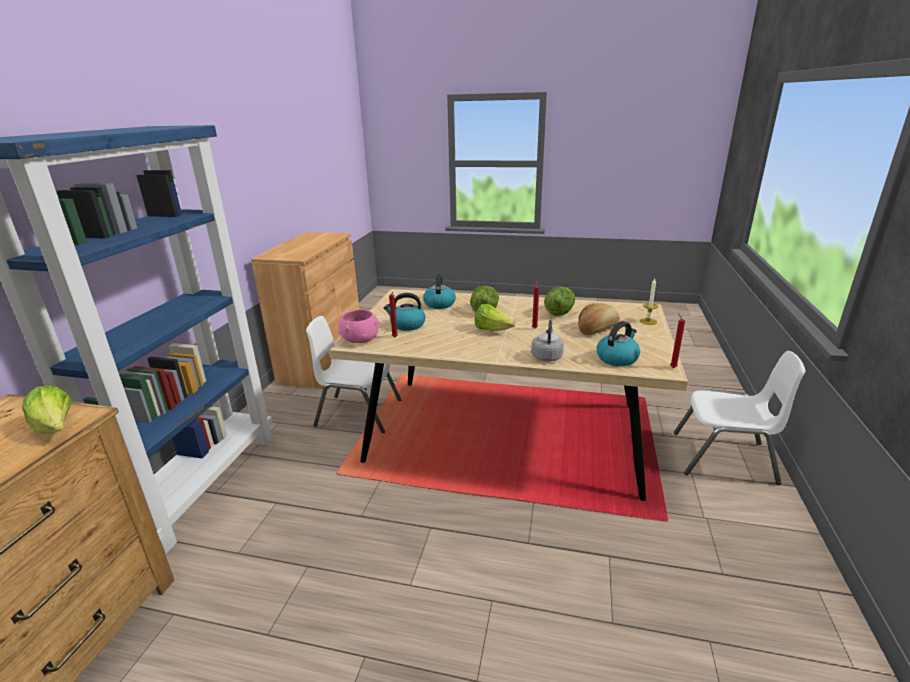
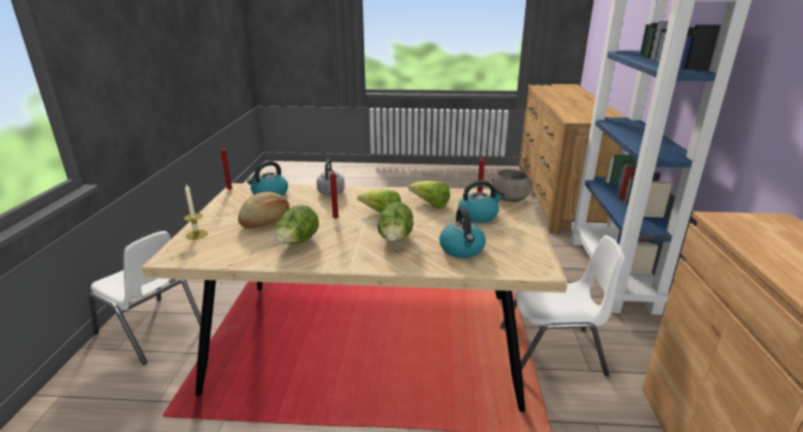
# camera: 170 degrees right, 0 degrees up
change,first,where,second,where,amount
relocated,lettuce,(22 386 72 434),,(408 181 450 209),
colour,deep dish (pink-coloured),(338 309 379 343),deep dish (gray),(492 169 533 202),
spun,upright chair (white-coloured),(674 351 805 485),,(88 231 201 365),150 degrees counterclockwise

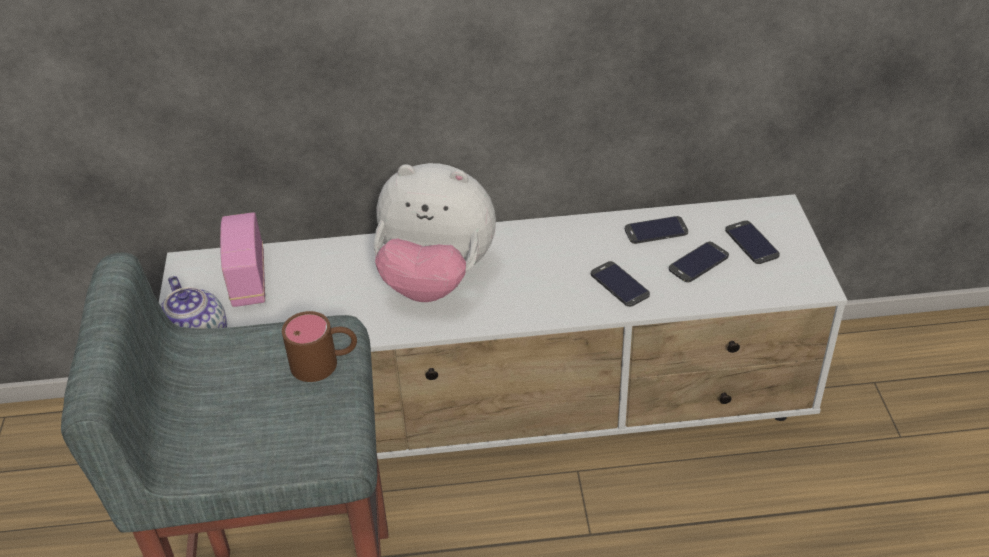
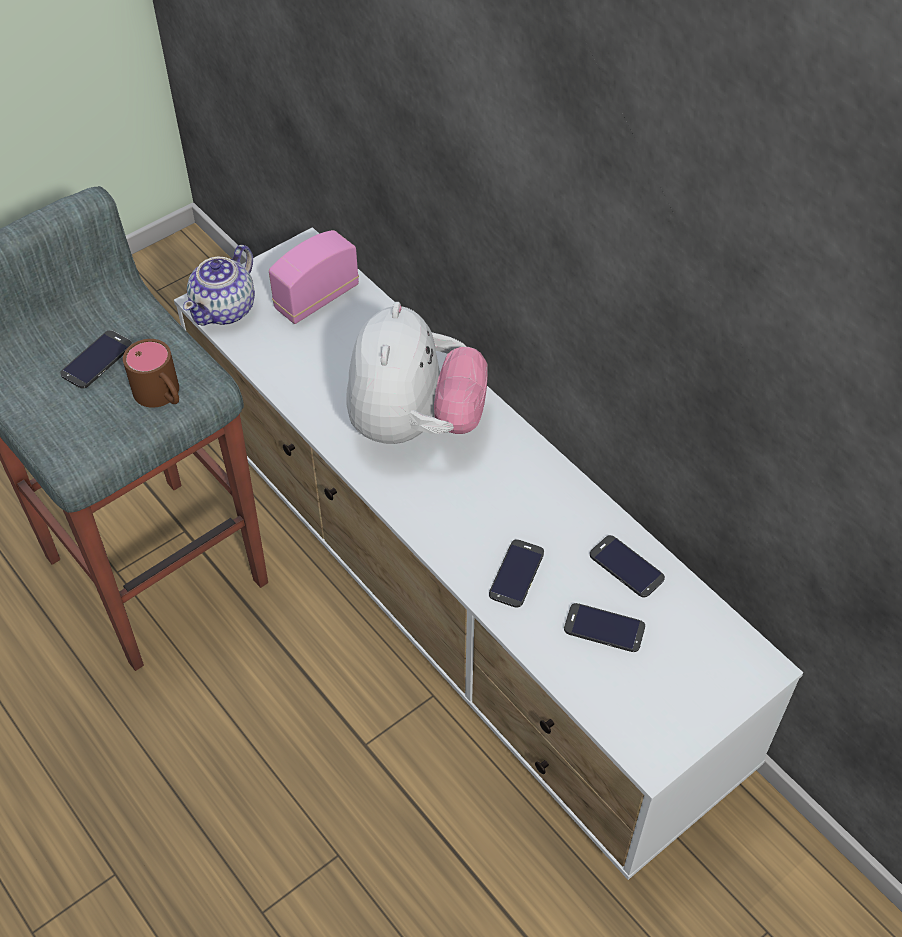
# camera: 55 degrees right, 10 degrees up
change,first,where,second,where,amount
spun,cuddly toy,(373 163 496 302),,(346 302 488 444),150 degrees counterclockwise
relocated,phone,(725 220 780 264),,(60 330 132 389),

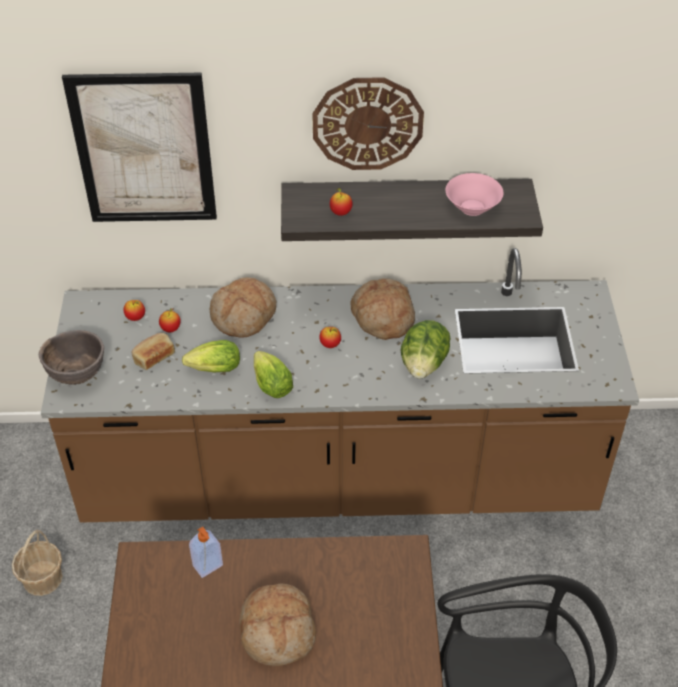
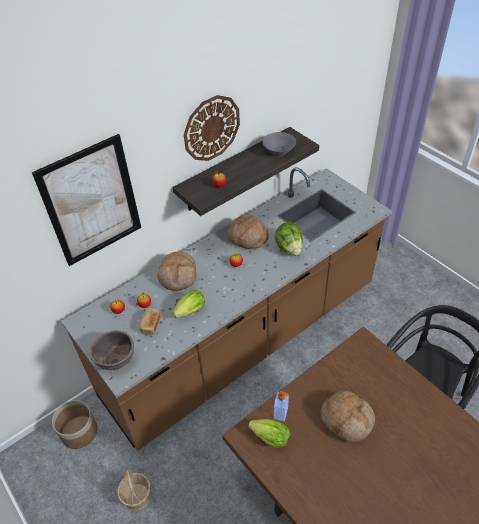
# camera: 35 degrees left, 0 degrees up
change,first,where,second,where,amount
relocated,lettuce,(254 351 293 398),,(248 419 290 448),
colour,deep dish (pink-coloured),(446 173 503 216),deep dish (gray),(262 132 296 156),
appeared,,,plant pot,(52 400 97 449),

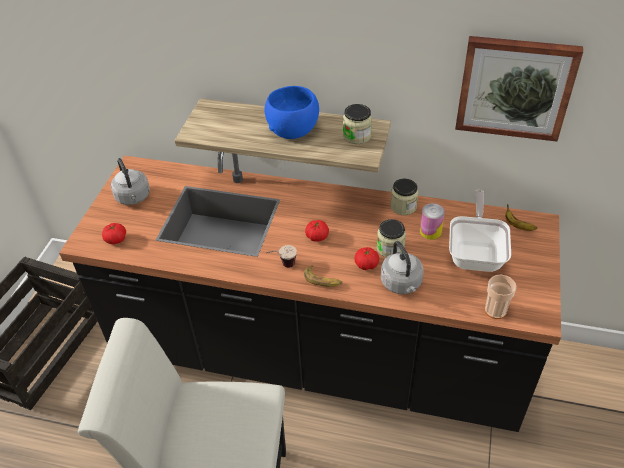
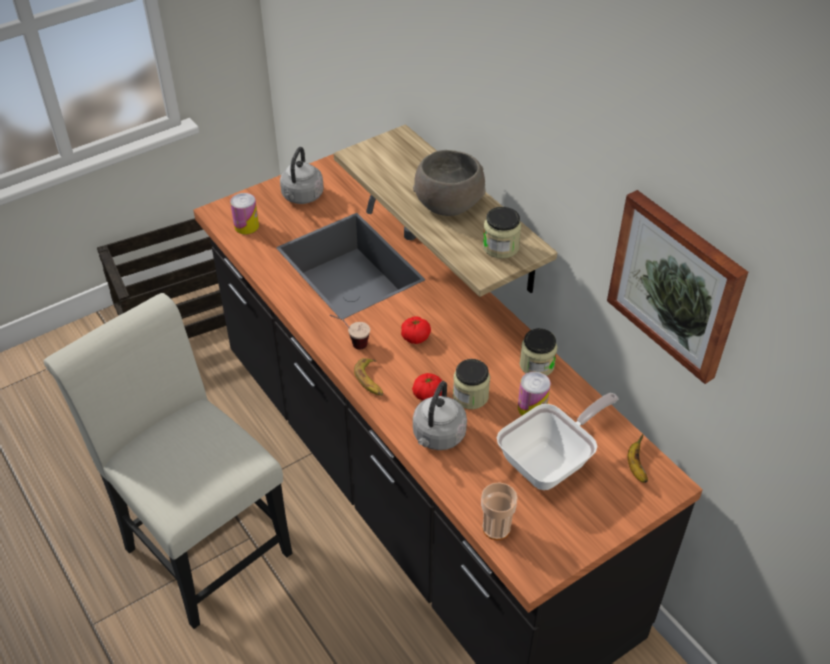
# camera: 40 degrees right, 0 degrees up
change,first,where,second,where,amount
exchanged,tomato,(102 223 126 244),metal can,(230 193 259 235),
colour,deep dish (blue-coloured),(265 86 319 139),deep dish (gray),(413 150 486 216),

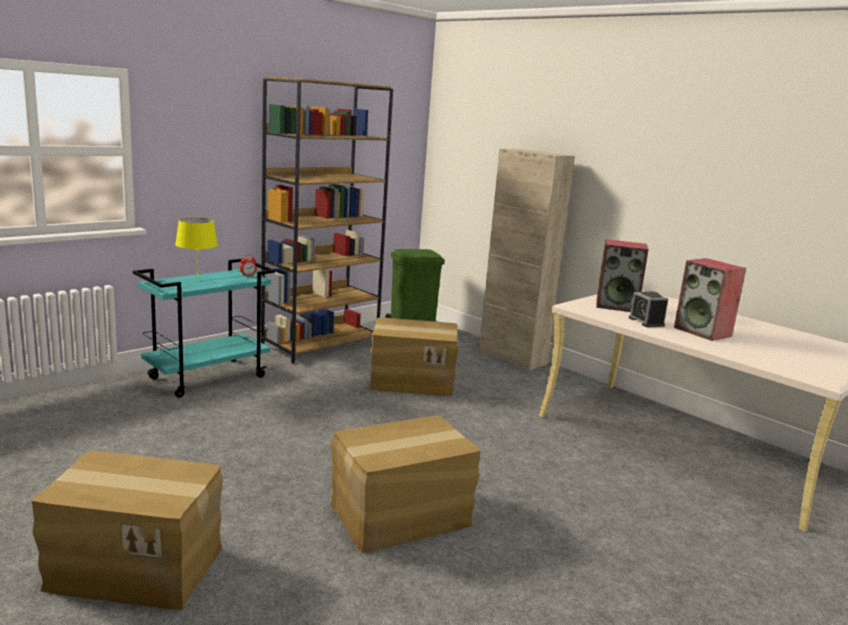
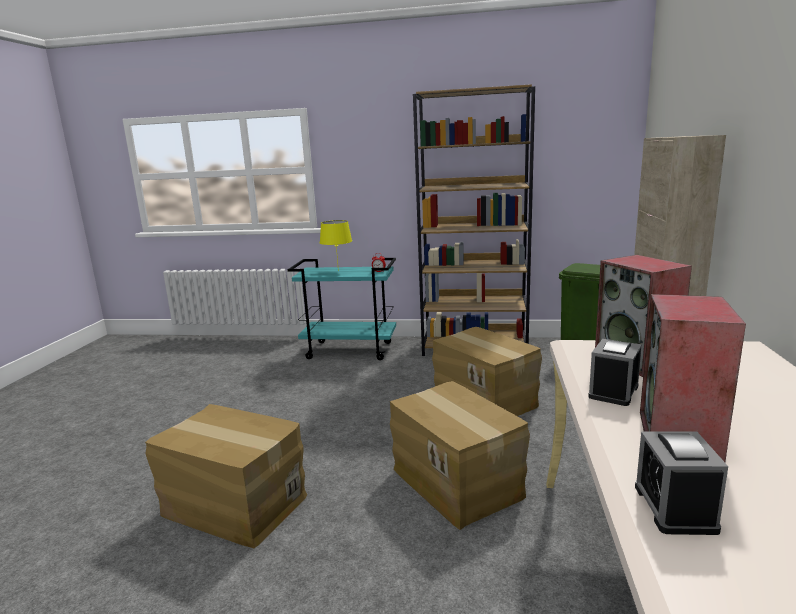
# camera: 55 degrees right, 0 degrees up
change,first,where,second,where,amount
relocated,carton,(32 451 223 610),,(390 381 530 530),
appeared,,,bedside clock,(635 431 728 535),

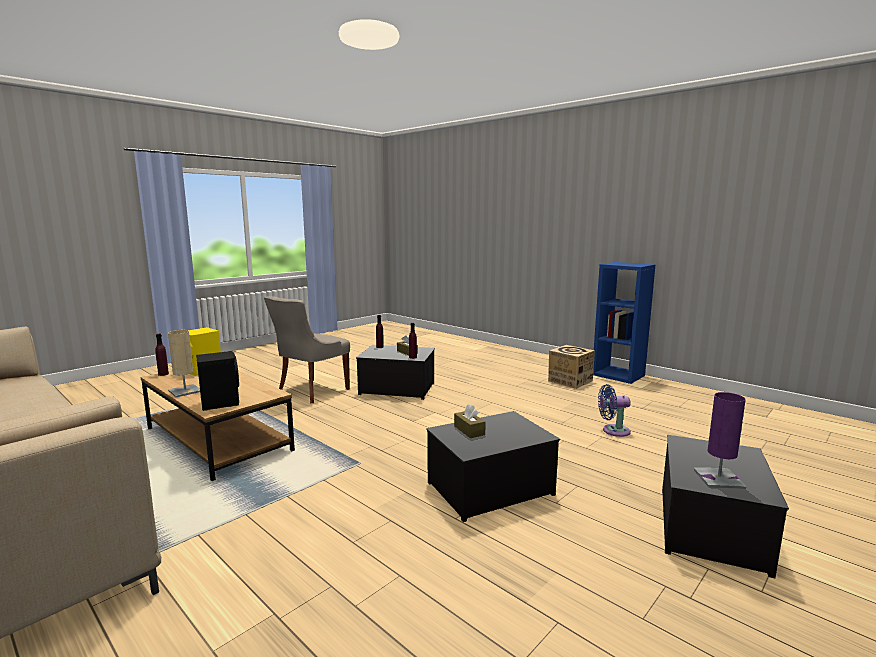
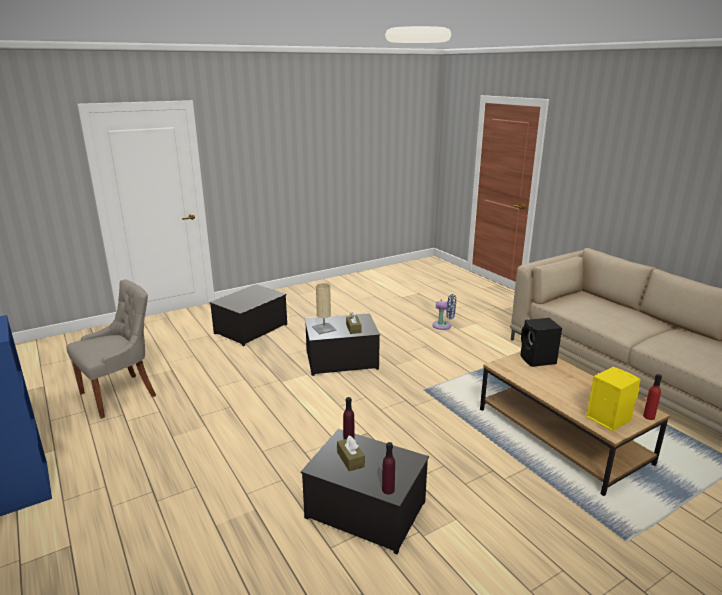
# camera: 165 degrees left, 10 degrees up
change,first,where,second,where,amount
colour,beverage bottle (purple-coloured),(155 334 169 376),beverage bottle (reddish),(643 374 662 420),
relocated,table lamp (beige-coloured),(168 330 200 397),,(312 283 337 335),
relocated,upright chair (gray),(264 296 350 403),,(66 279 156 419),
missing,carton,(548 345 595 389),,,
relocated,cooling fan (blue-coloured),(598 384 631 437),,(433 294 456 330),
missing,table lamp (purple-coloured),(694 392 746 489),,,

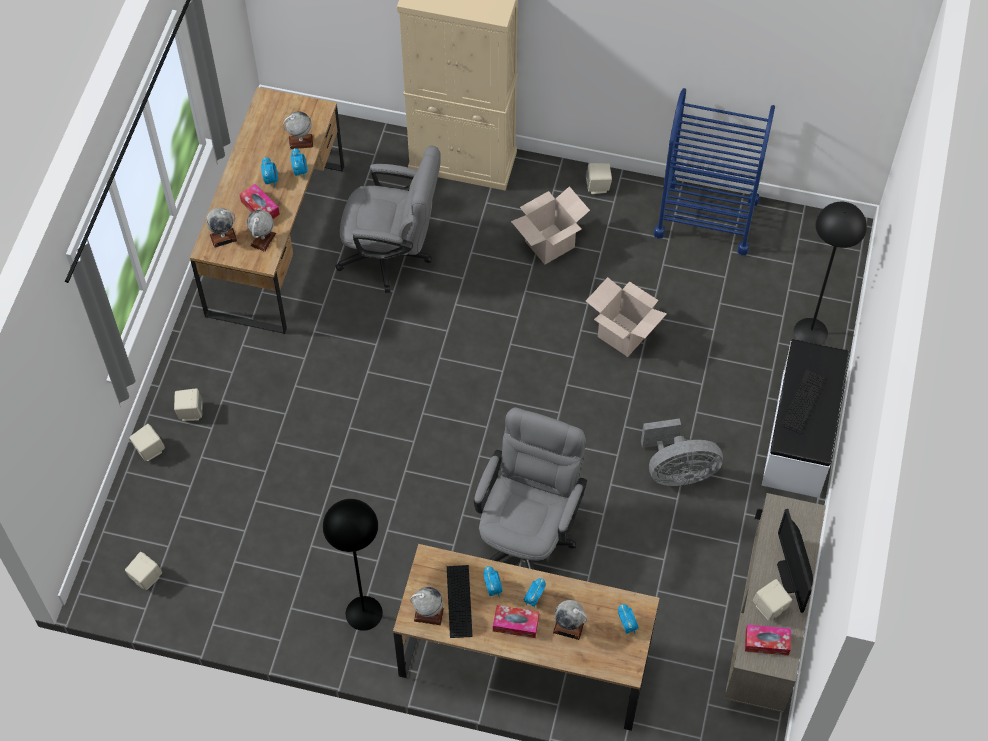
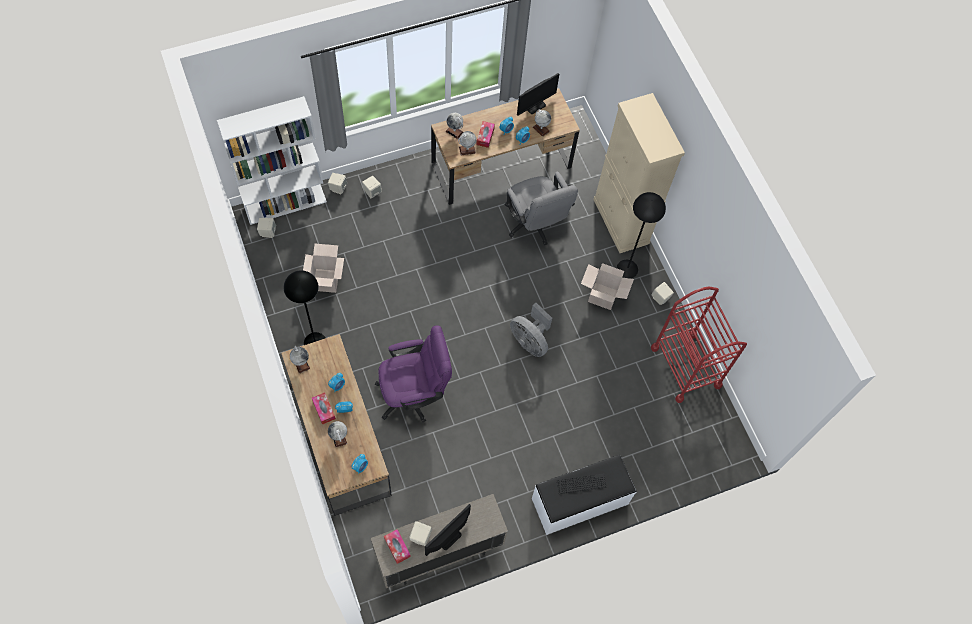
# camera: 50 degrees right, 5 degrees up
change,first,where,second,where,amount
missing,PC keyboard,(447 565 473 638),,,
colour,desk chair (gray),(474 407 587 570),desk chair (purple-coloured),(374 325 452 422),
relocated,carton,(586 277 667 357),,(303 244 344 293),
relocated,cooling fan (gray),(641 418 723 486),,(510 303 552 357),
colour,cart (blue-coloured),(654 88 775 255),cart (reddish),(651 287 747 403),
relocated,floor lamp (black),(794 202 867 345),,(617 192 666 279),
appeared,,,bookcase (white-coloured),(217 96 327 225),
appeared,,,computer display,(517 73 559 116),

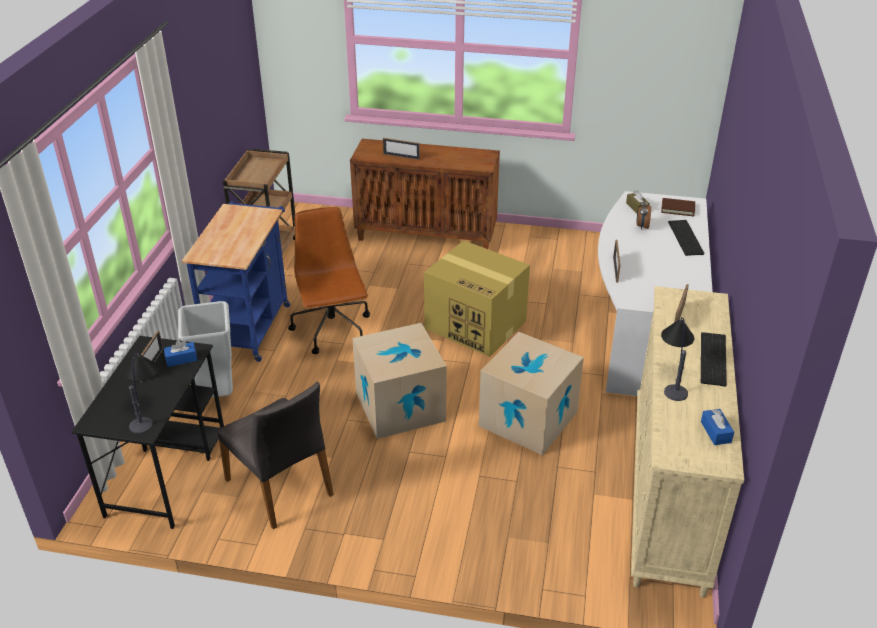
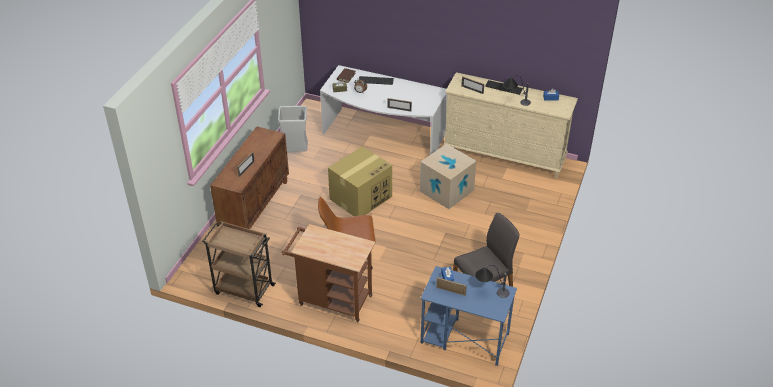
# camera: 80 degrees left, 5 degrees up
change,first,where,second,where,amount
colour,desk (black),(71 336 224 529),desk (blue-coloured),(420 266 517 366),
relocated,rubbish bin (gray),(178 301 233 398),,(278 106 308 152),
colour,cart (blue-coloured),(182 201 290 362),cart (brownish),(282 224 375 322),
missing,carton,(352 323 447 439),,,

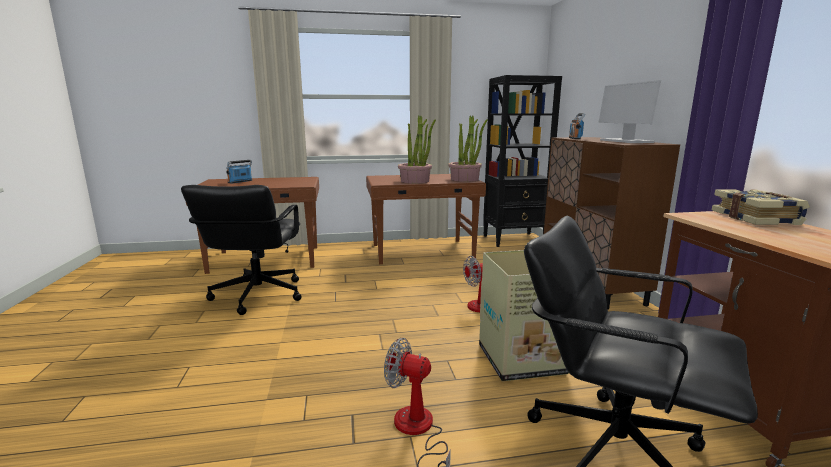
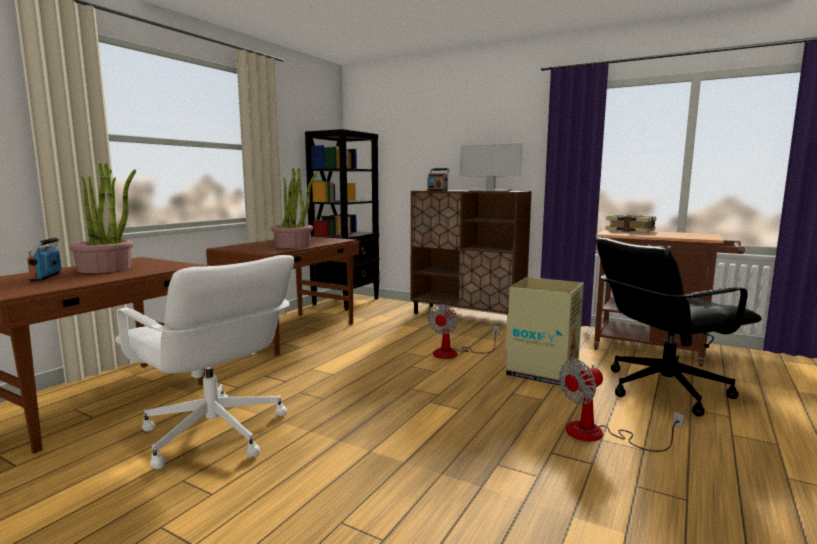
# camera: 50 degrees left, 5 degrees down
change,first,where,second,where,amount
colour,desk chair (black),(181 185 302 315),desk chair (white-coloured),(115 255 294 469),
relocated,plant in a pot,(448 115 488 182),,(69 163 136 273),

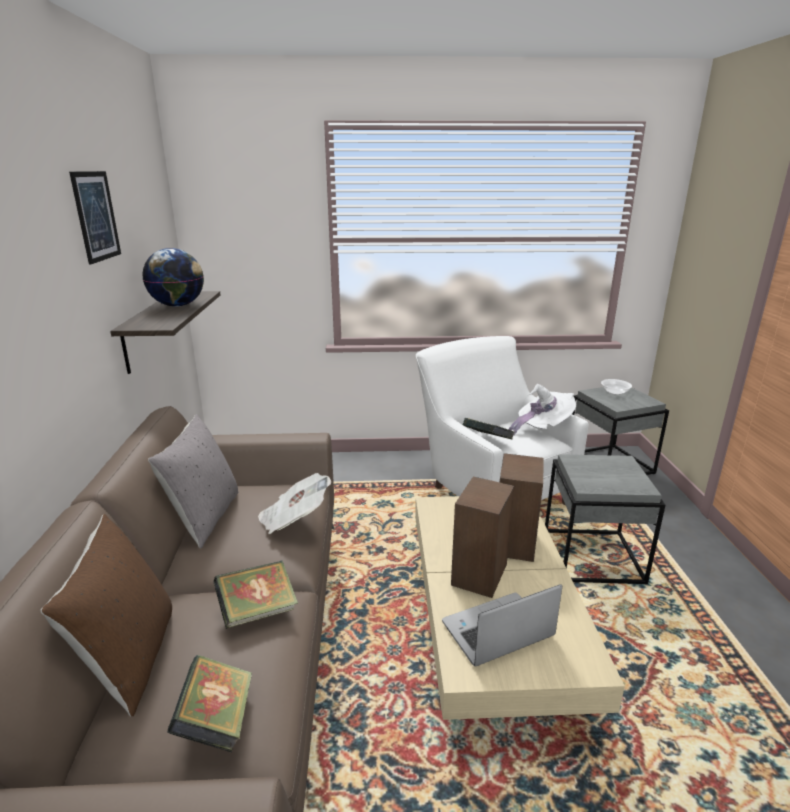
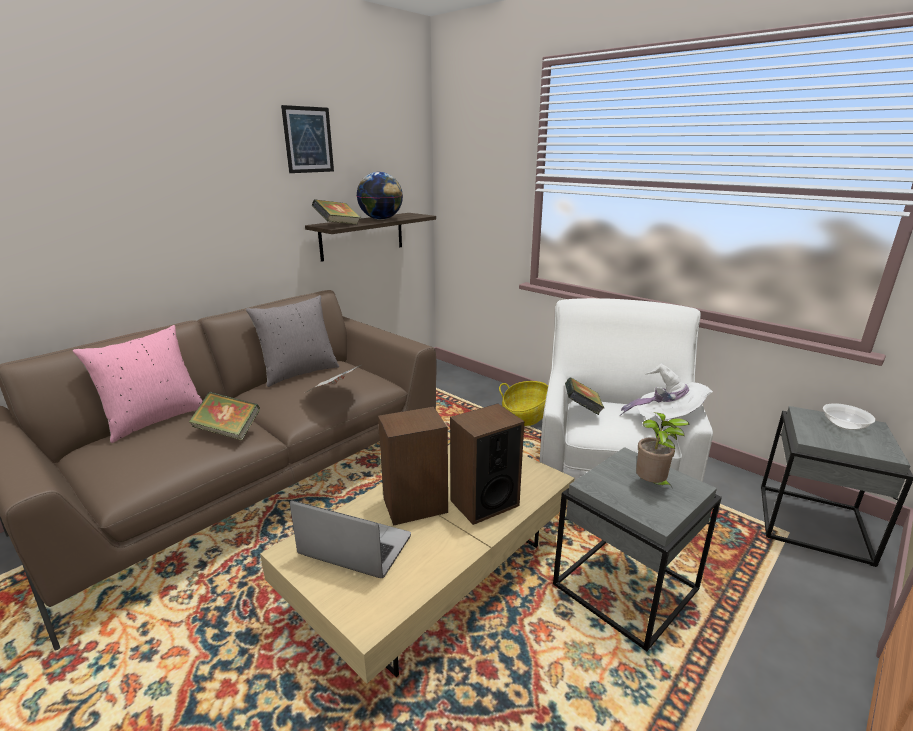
# camera: 45 degrees right, 0 degrees up
change,first,where,second,where,amount
colour,throw pillow (brownish),(41 514 172 717),throw pillow (pink-coloured),(73 325 202 443),
relocated,book,(167 655 252 753),,(312 199 361 225),
appeared,,,household basket,(499 381 548 426),
appeared,,,plant in a pot,(636 412 690 487),

